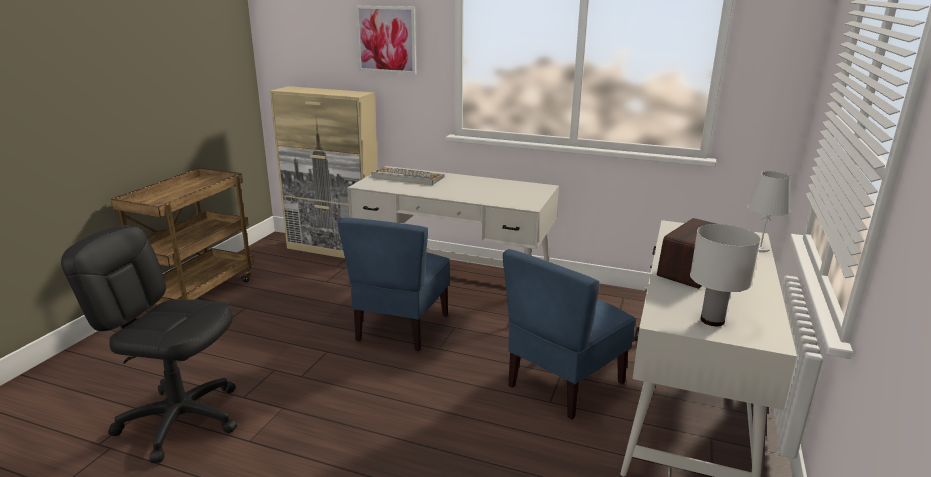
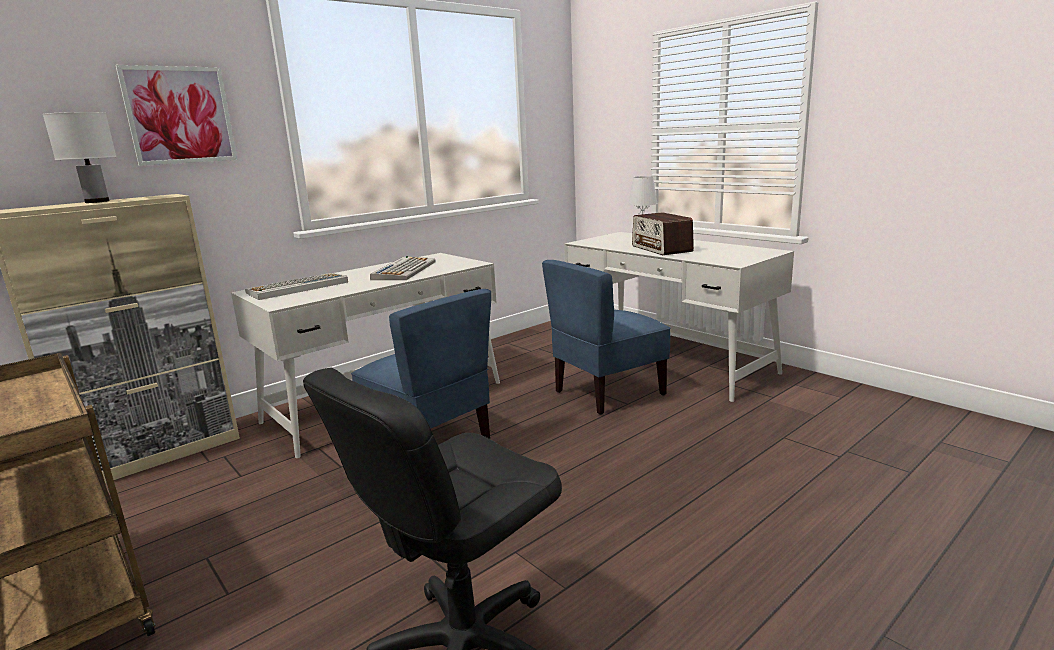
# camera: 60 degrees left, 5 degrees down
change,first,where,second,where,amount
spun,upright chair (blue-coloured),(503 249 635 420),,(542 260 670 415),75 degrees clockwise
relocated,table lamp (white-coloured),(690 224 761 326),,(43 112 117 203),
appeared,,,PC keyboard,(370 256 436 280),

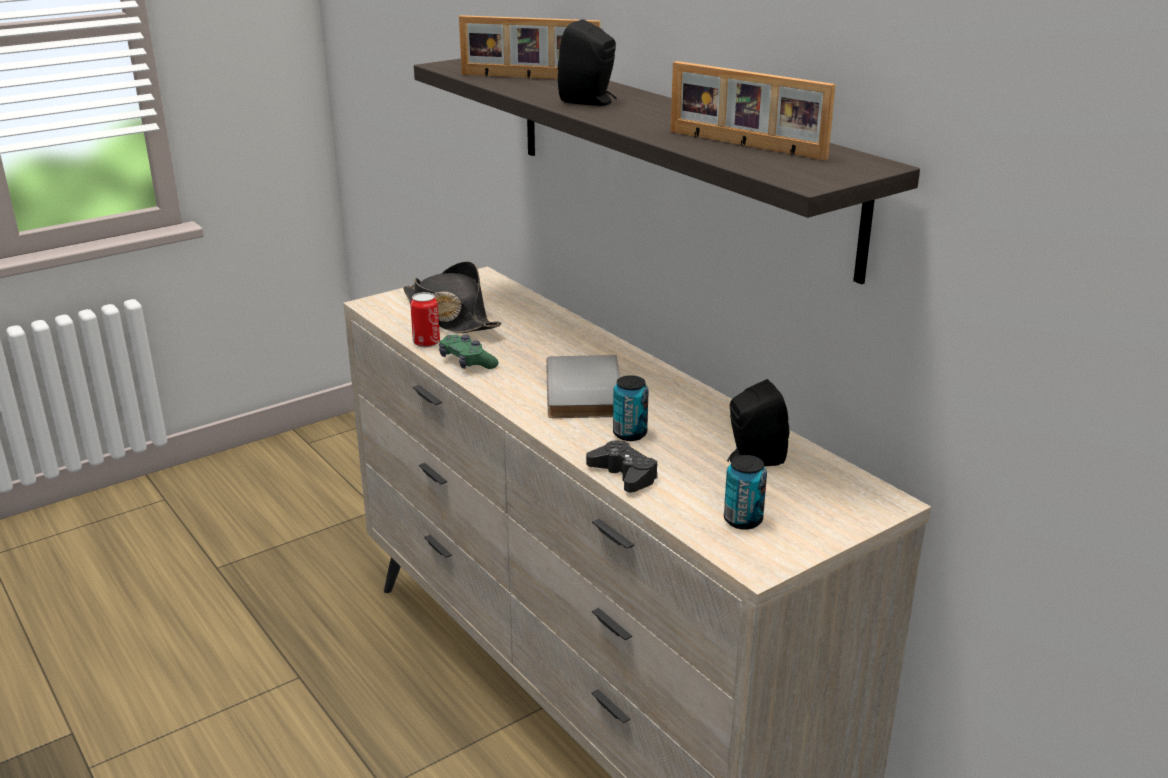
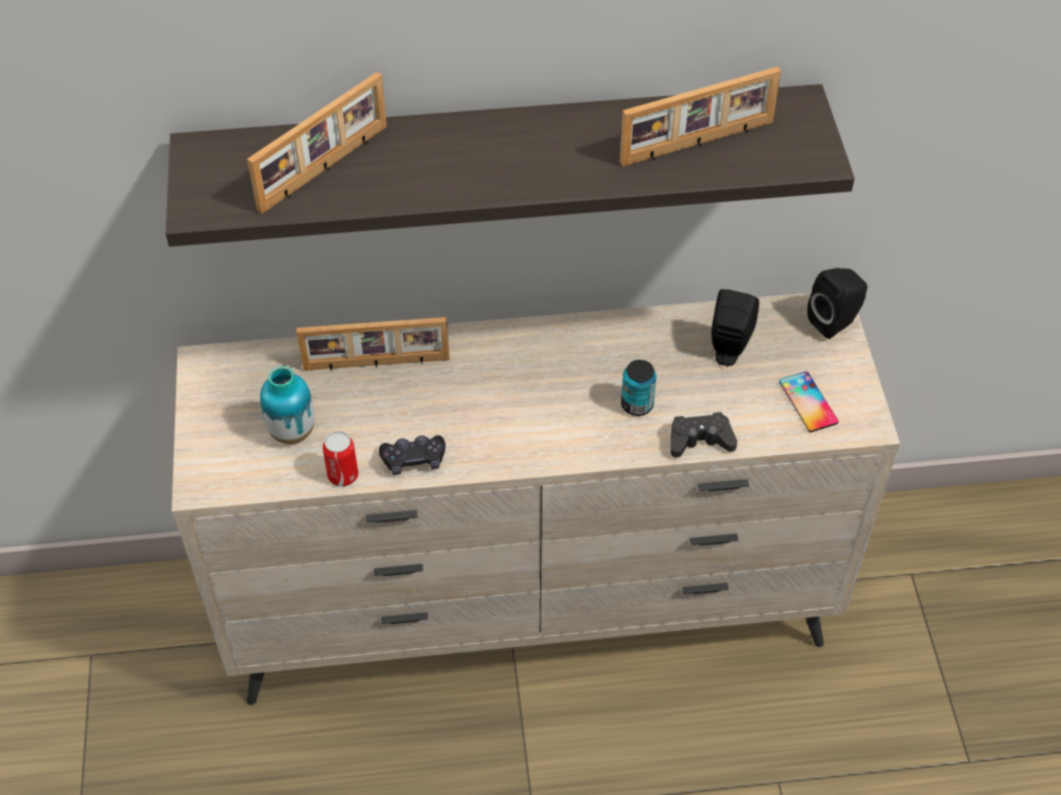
# camera: 60 degrees left, 25 degrees up
change,first,where,second,where,amount
exchanged,wearable hat (black),(403 261 502 333),flower vase,(260 366 314 444),
colour,gamepad (green),(439 335 499 369),gamepad (black),(379 435 446 475),
missing,book (gray),(546 355 620 418),,,
relocated,speaker (black),(558 19 617 106),,(807 268 867 339),
exchanged,metal can,(724 455 767 530),phone,(779 371 839 432),
appeared,,,standing frame,(296 317 450 371),

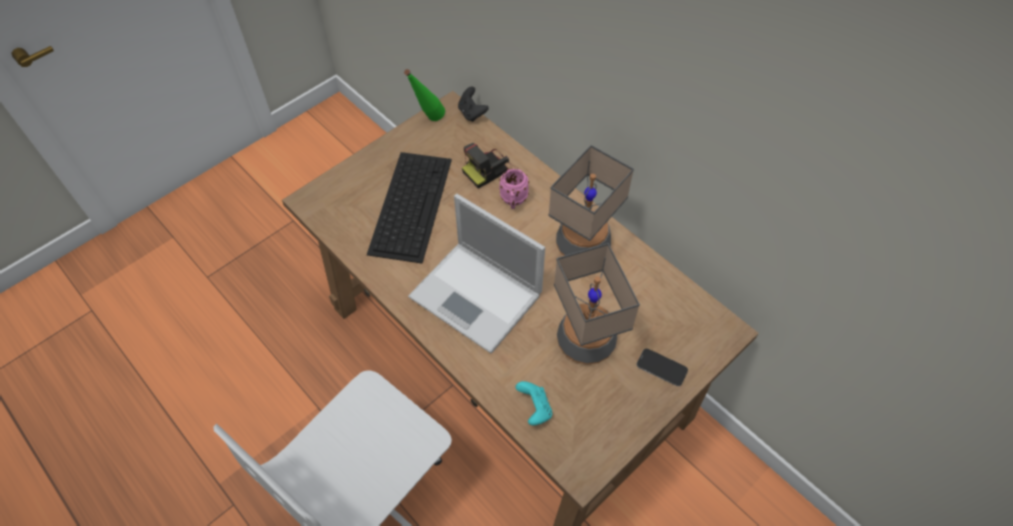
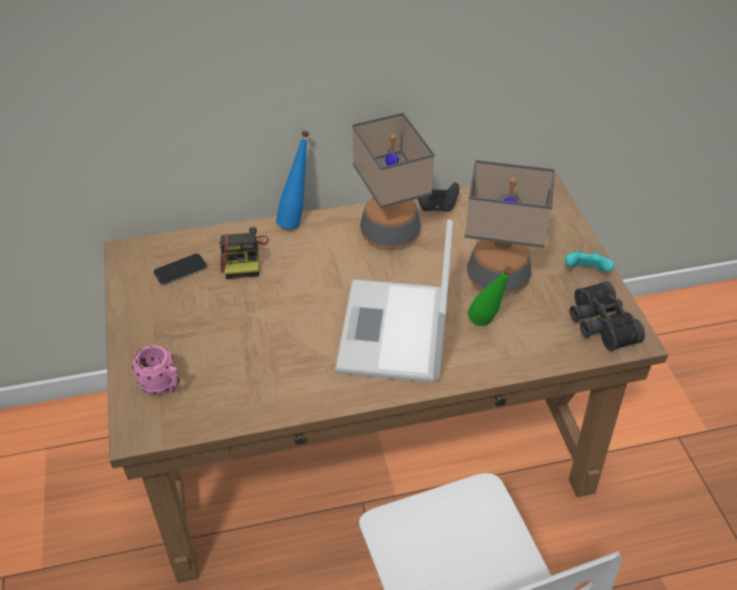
# camera: 60 degrees left, 10 degrees down
change,first,where,second,where,amount
missing,PC keyboard,(367 152 452 264),,,
relocated,beverage bottle (green),(404 69 445 121),,(468 266 513 326),
spun,notebook computer,(408 194 545 353),,(335 219 453 383),120 degrees clockwise
relocated,gamepad (black),(458 86 489 122),,(418 182 459 212),
relocated,tea mug (pink-coloured),(499 169 529 209),,(132 345 179 395),
relocated,gamepad (turquoise-coloured),(515 381 552 425),,(565 250 614 271),
relocated,phone,(637 349 688 386),,(154 254 207 285),
appeared,,,beverage bottle (blue-coloured),(276 131 309 229),
appeared,,,field glasses (black),(570 281 645 351),

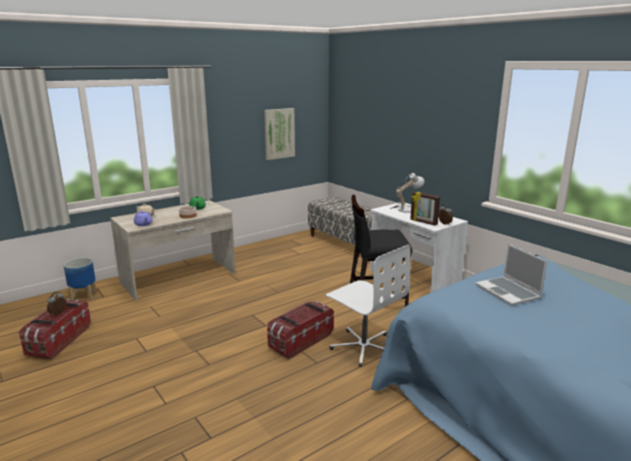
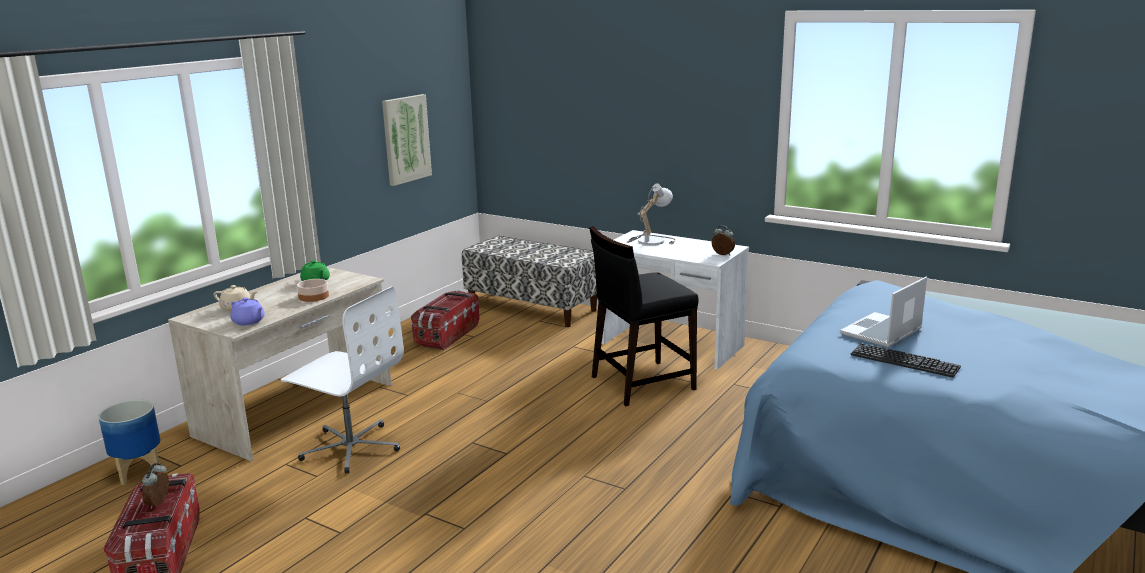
# camera: 20 degrees left, 0 degrees up
change,first,where,second,where,amount
relocated,storage container,(267 301 334 359),,(411 290 480 350),
relocated,desk chair (white-coloured),(326 244 411 367),,(281 286 404 474),
missing,standing frame,(410 192 440 226),,,
spun,notebook computer,(475 244 547 306),,(840 277 927 348),90 degrees clockwise
appeared,,,PC keyboard,(850 343 961 378),

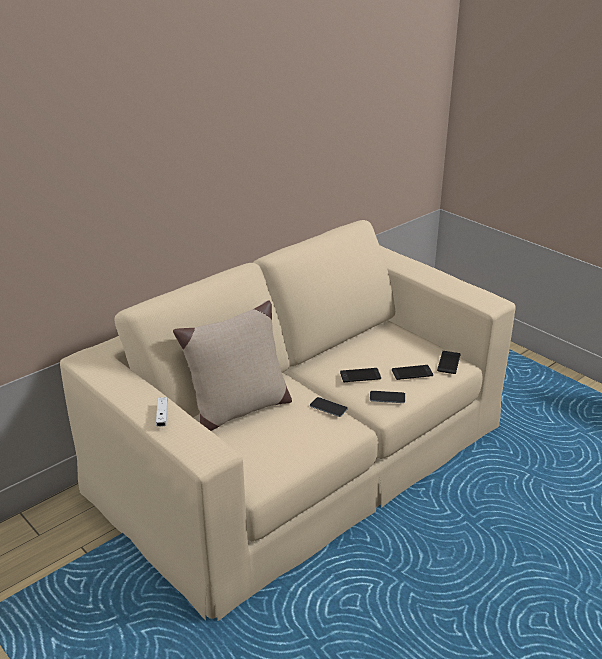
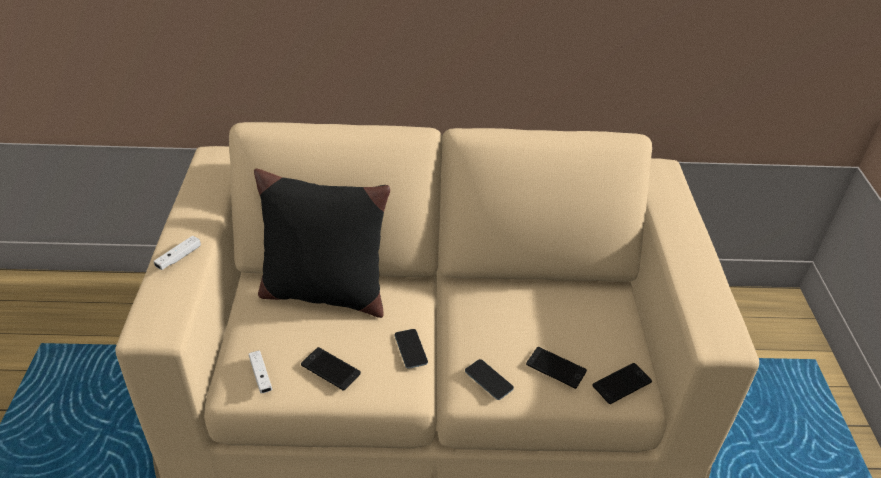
# camera: 40 degrees right, 10 degrees up
change,first,where,second,where,amount
colour,throw pillow (beige-coloured),(173 300 292 431),throw pillow (black),(254 169 390 318),
relocated,phone,(340 368 381 382),,(301 347 361 391),
appeared,,,gamepad (white-coloured),(249 350 273 393),

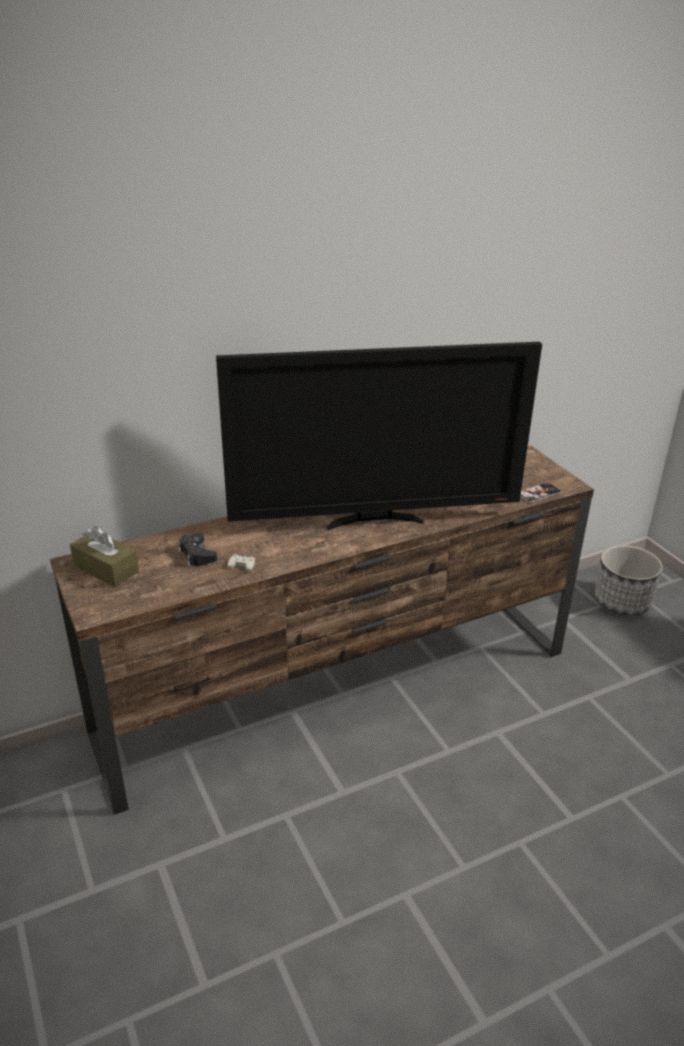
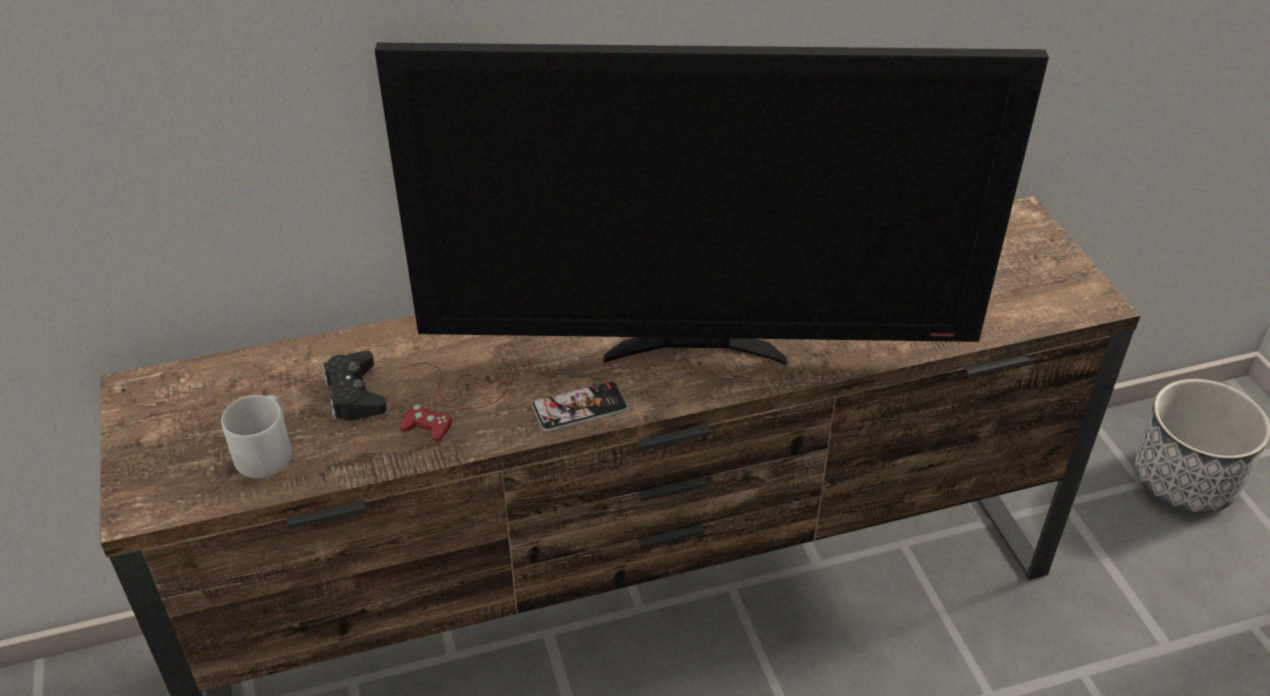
# camera: 10 degrees right, 10 degrees up
change,first,where,second,where,amount
missing,tissue holder (brownish),(70 526 139 587),,,
colour,gamepad (white-coloured),(226 537 280 571),gamepad (reddish),(399 363 507 443),
relocated,phone,(520 482 561 503),,(532 380 628 432),
appeared,,,tea mug (gray),(221 395 292 478),

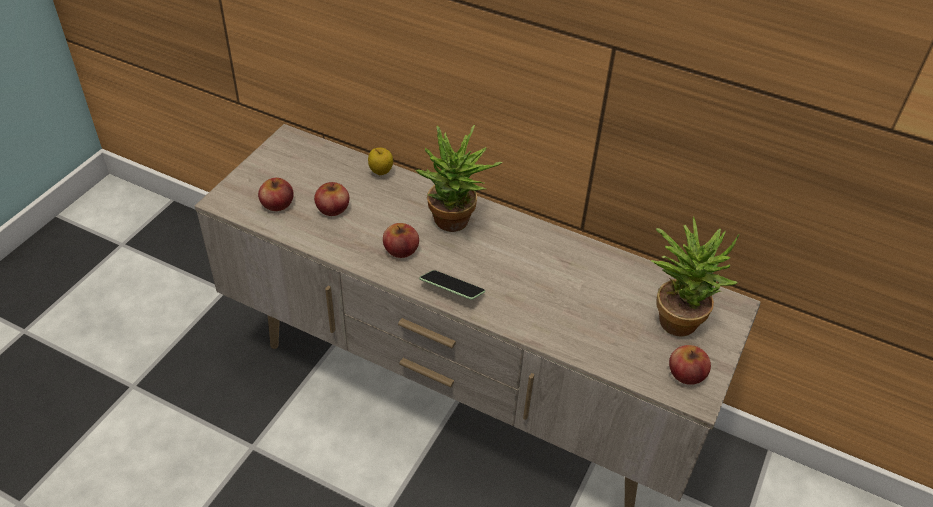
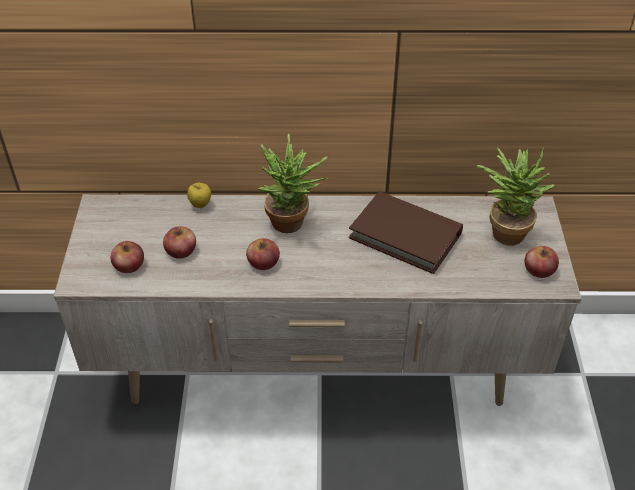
# camera: 25 degrees left, 0 degrees up
change,first,where,second,where,amount
missing,phone,(419 270 485 300),,,
appeared,,,book (brownish),(349 191 463 274),

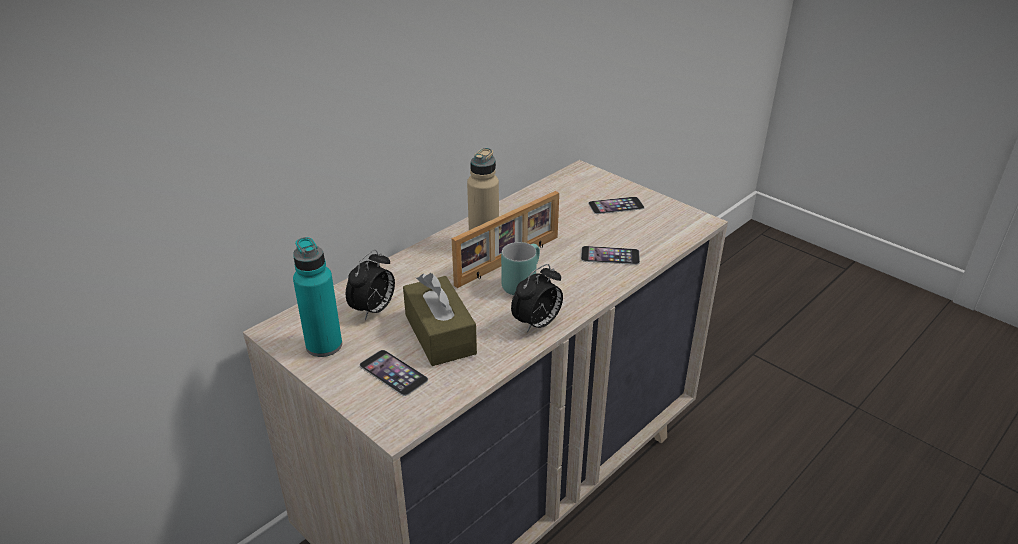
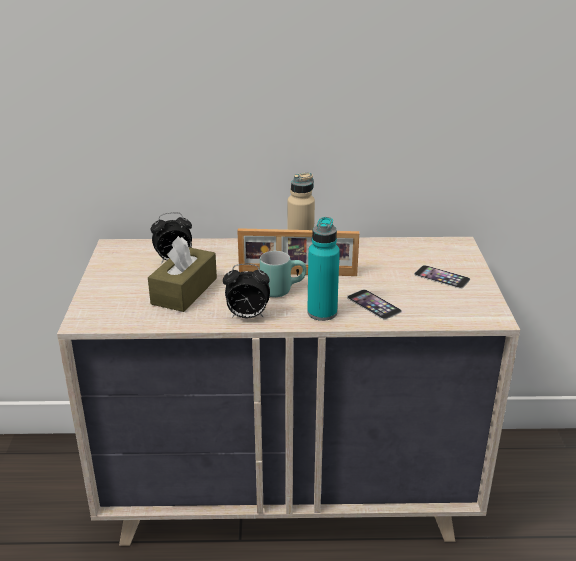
# camera: 45 degrees right, 5 degrees down
change,first,where,second,where,amount
relocated,beverage bottle (turquoise-coloured),(293 237 342 357),,(307 217 340 321),
missing,phone,(359 350 428 396),,,

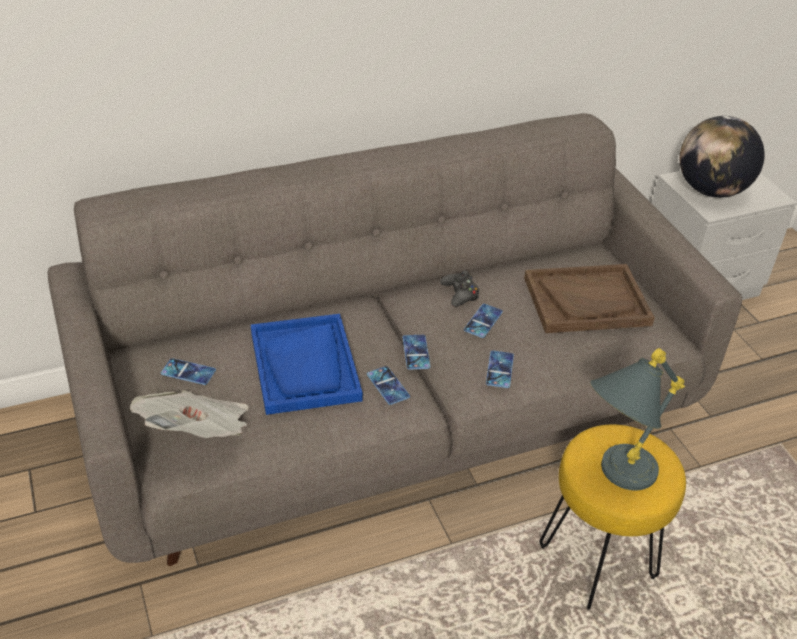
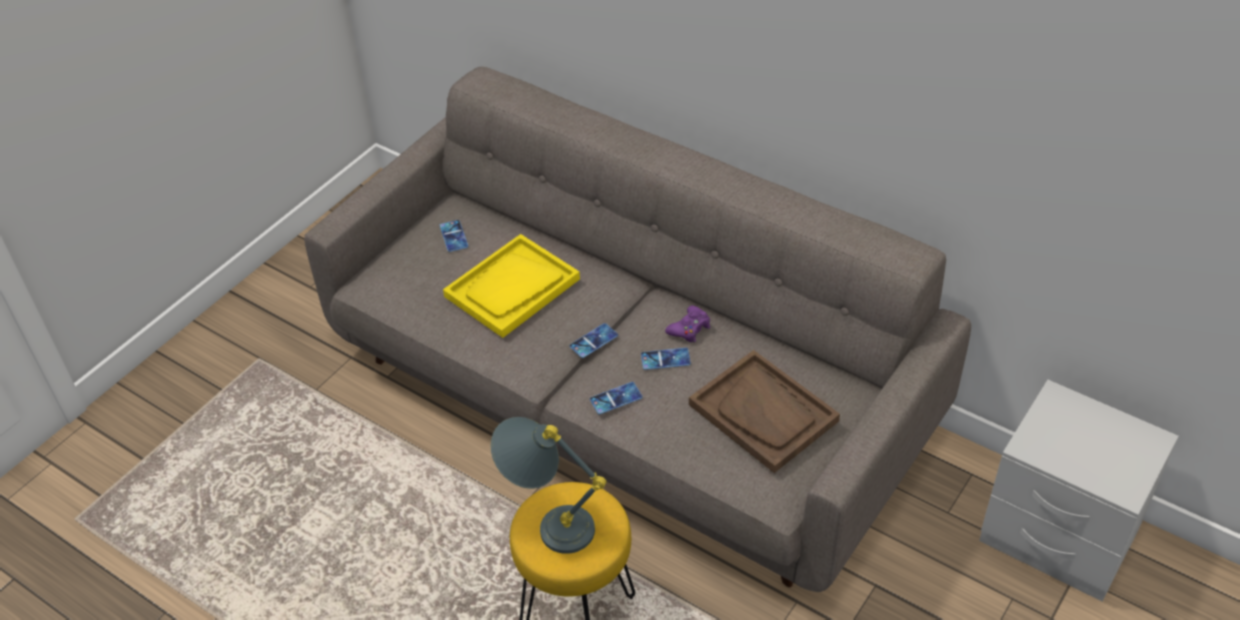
# camera: 60 degrees right, 5 degrees up
change,first,where,second,where,amount
missing,newspaper,(130 390 249 438),,,
colour,tray (blue-coloured),(251 314 363 415),tray (yellow-coloured),(443 234 580 338),
missing,phone,(367 366 410 405),,,
colour,gamepad (black),(440 270 479 307),gamepad (purple-coloured),(665 306 710 343),
missing,desk globe,(679 116 765 198),,,

